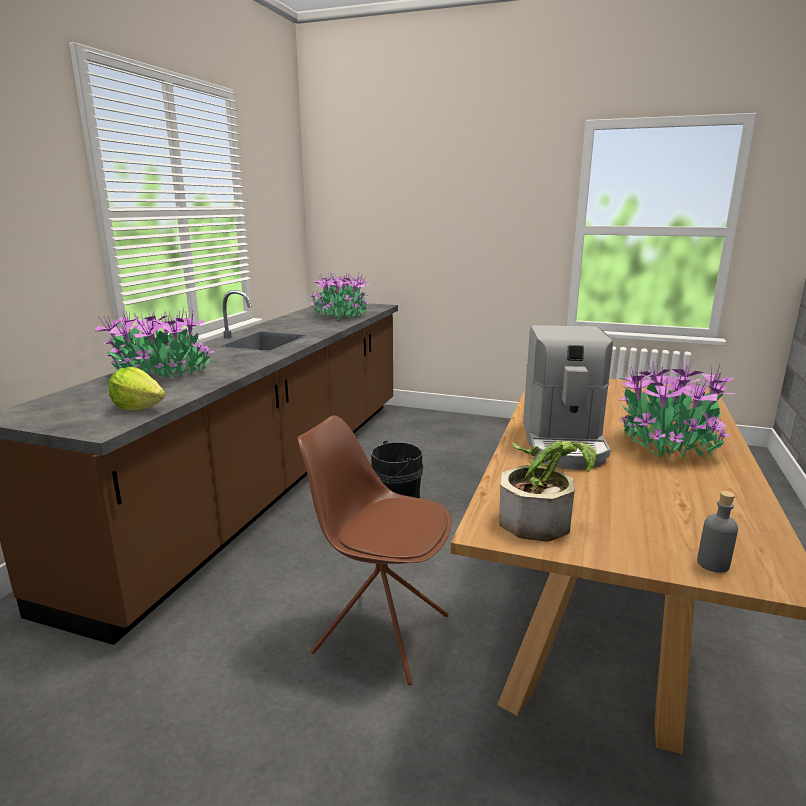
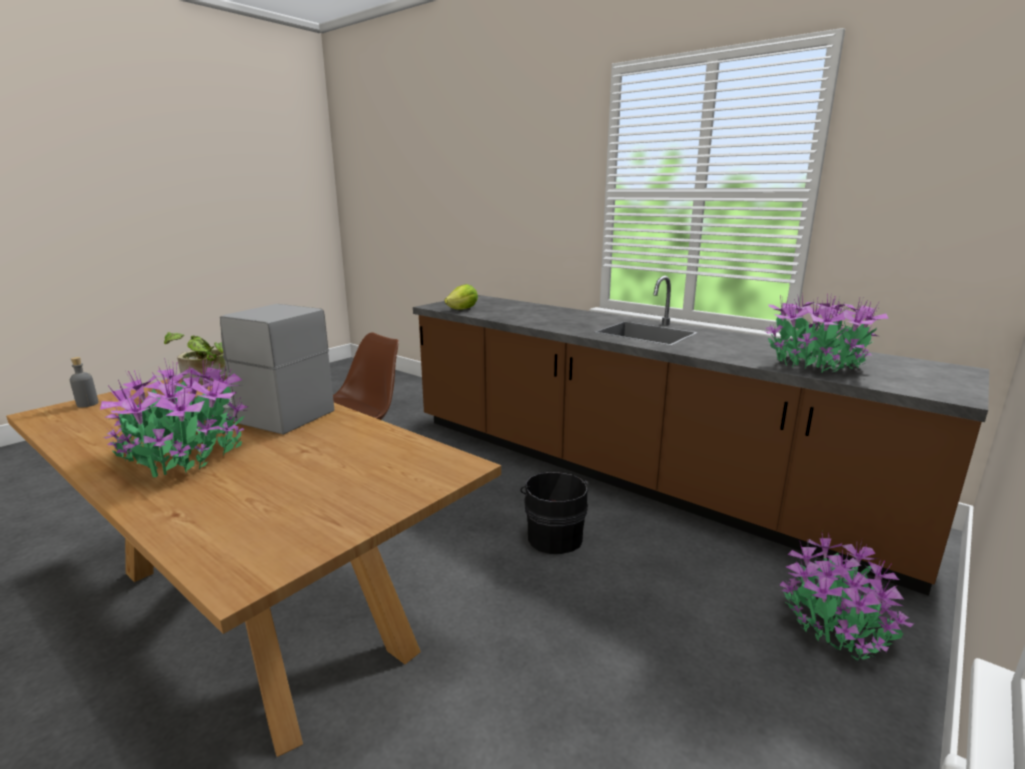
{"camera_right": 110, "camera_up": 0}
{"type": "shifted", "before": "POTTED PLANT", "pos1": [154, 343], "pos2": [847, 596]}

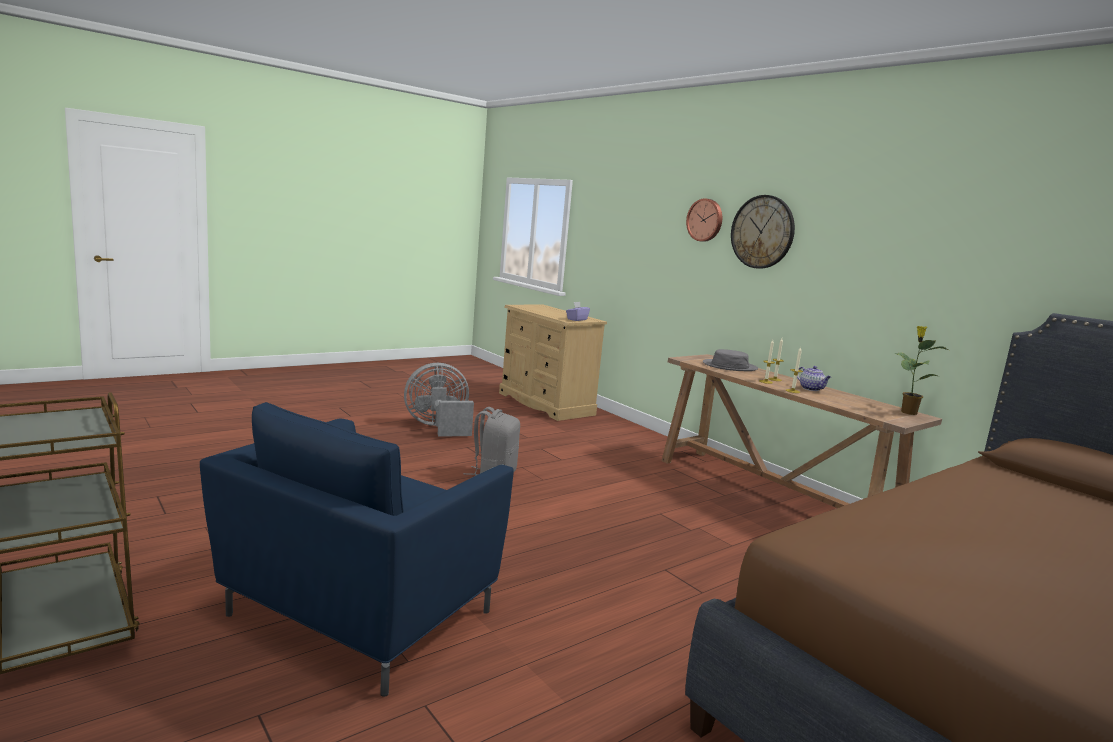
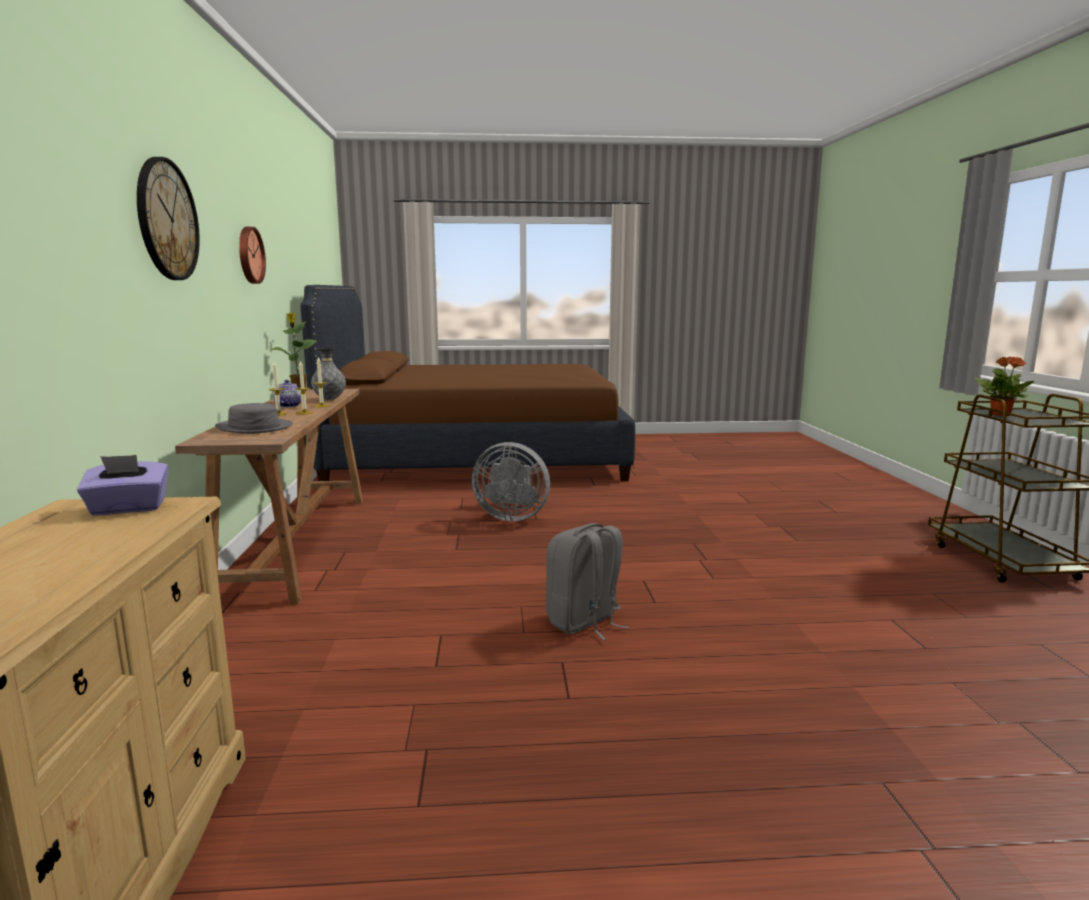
{"camera_right": -145, "camera_up": 0}
{"type": "gone", "before": "BLUISH LOUNGE CHAIR", "pos1": [357, 549]}
{"type": "shifted", "before": "GREYISH FAN", "pos1": [439, 400], "pos2": [511, 481]}
{"type": "shifted", "before": "WALL CLOCK", "pos1": [704, 220], "pos2": [252, 255]}
{"type": "new", "after": "GREYISH DECORATIVE VASE", "pos2": [328, 374]}
{"type": "new", "after": "POTTED PLANT", "pos2": [1004, 386]}

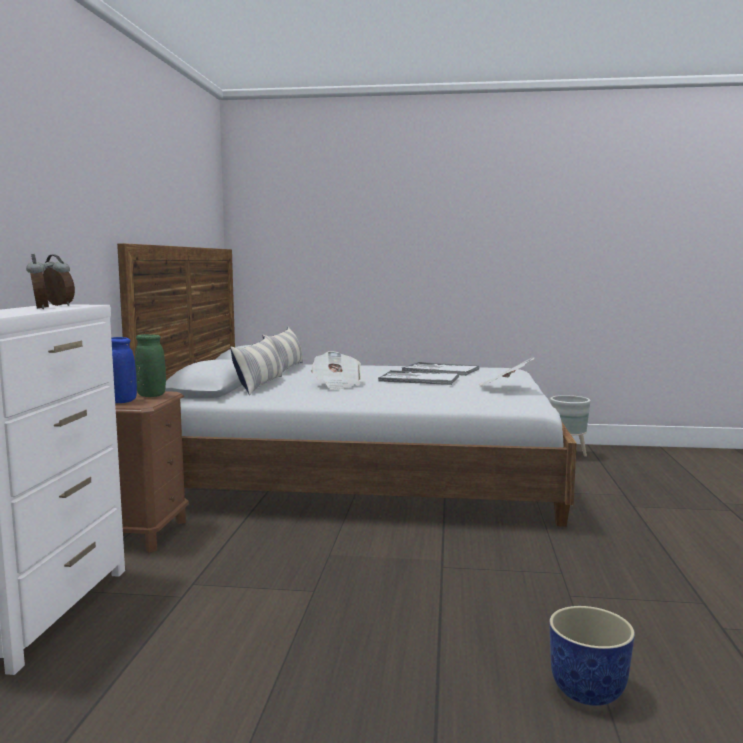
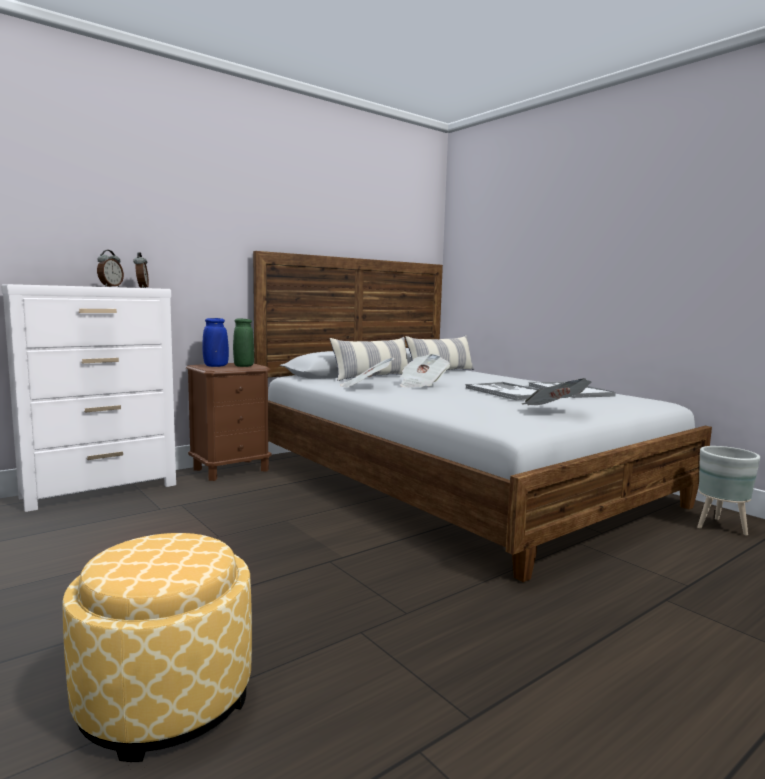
{"camera_right": 45, "camera_up": 0}
{"type": "swapped", "before": "FLOWER POT", "after": "POUFFE", "pos1": [592, 656], "pos2": [157, 647]}
{"type": "new", "after": "PRINTED PAPER", "pos2": [367, 372]}

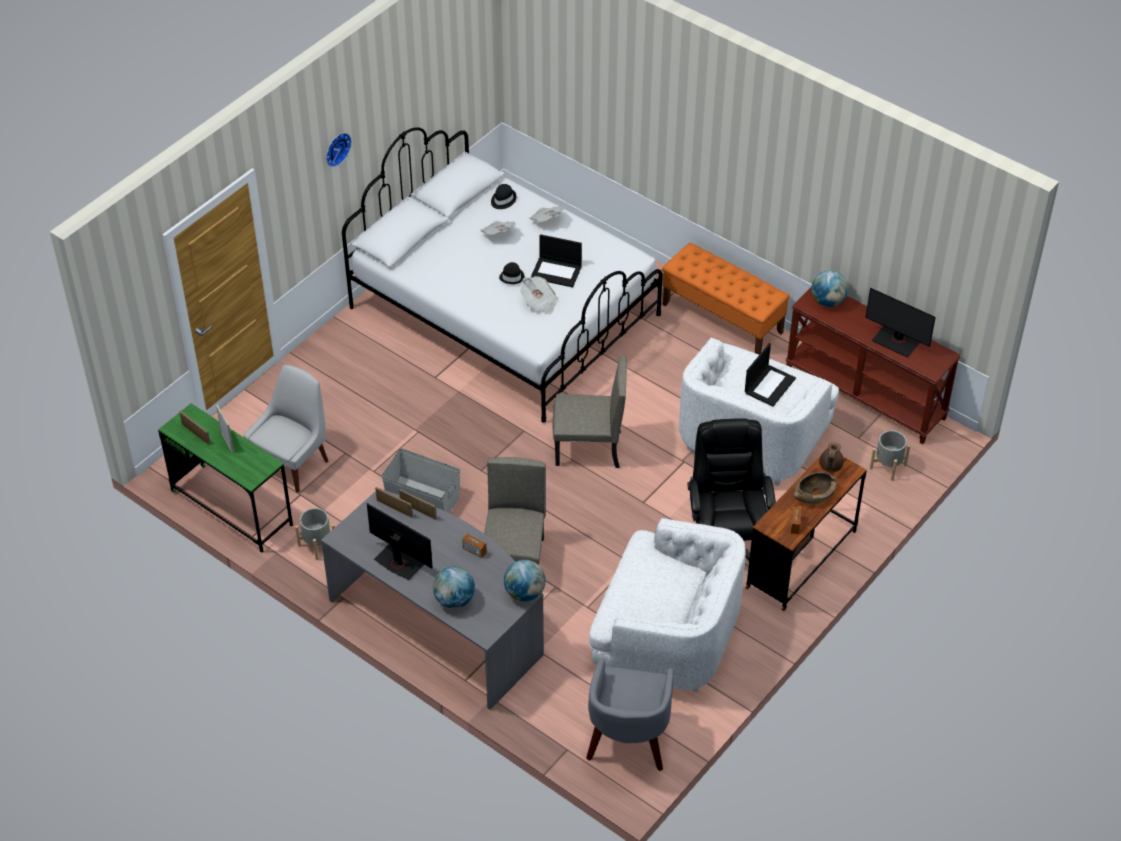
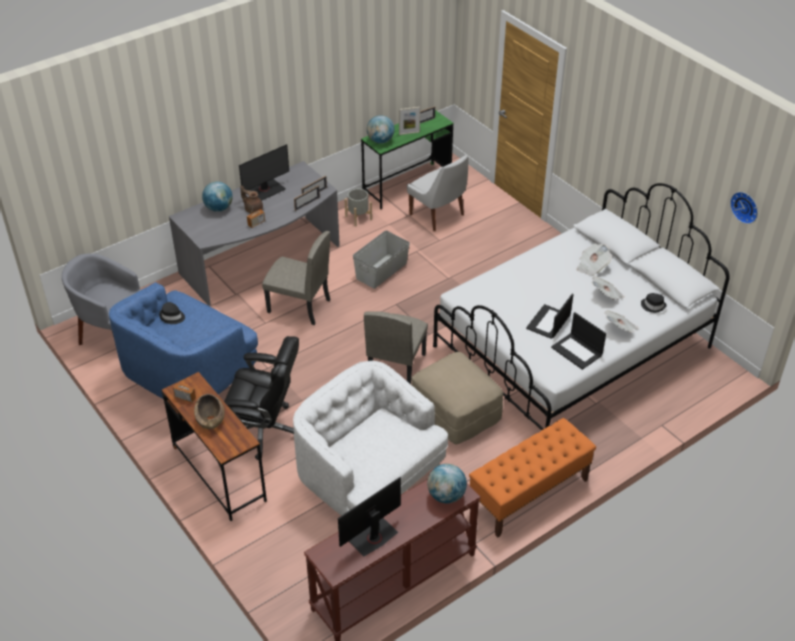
{"camera_right": 105, "camera_up": -5}
{"type": "shifted", "before": "WALL CLOCK", "pos1": [339, 150], "pos2": [744, 208]}
{"type": "shifted", "before": "BLACK CLOTHING HAT", "pos1": [511, 273], "pos2": [172, 313]}
{"type": "shifted", "before": "DESK GLOBE", "pos1": [525, 581], "pos2": [381, 129]}
{"type": "shifted", "before": "PRINTED PAPER", "pos1": [539, 295], "pos2": [594, 260]}
{"type": "repainted", "before": "WHITISH LOUNGE CHAIR", "after": "BLUISH LOUNGE CHAIR", "pos1": [667, 605], "pos2": [183, 340]}
{"type": "shifted", "before": "PORTABLE COMPUTER", "pos1": [770, 374], "pos2": [578, 341]}
{"type": "shifted", "before": "BROWN TEA POT", "pos1": [831, 457], "pos2": [251, 199]}
{"type": "gone", "before": "GREYISH FLOWER POT", "pos1": [890, 455]}
{"type": "new", "after": "BEIGE POUFFE", "pos2": [457, 398]}

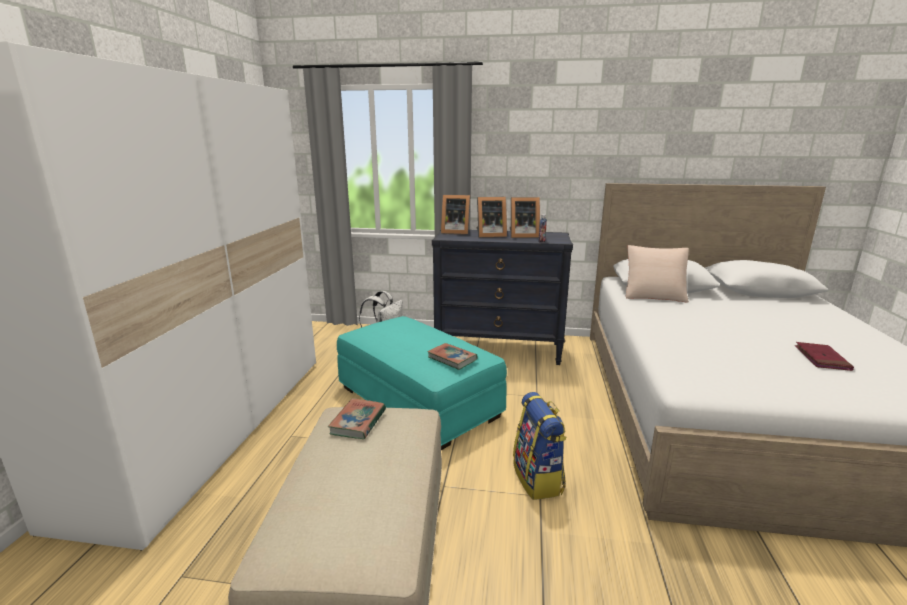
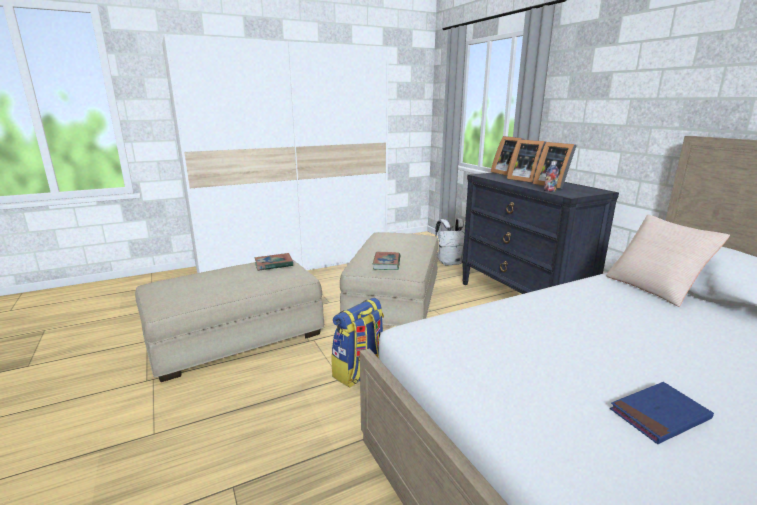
{"camera_right": 55, "camera_up": 0}
{"type": "repainted", "before": "TURQUOISE POUFFE", "after": "BEIGE POUFFE", "pos1": [422, 383], "pos2": [389, 279]}
{"type": "repainted", "before": "RED-COLOURED BOUND BOOK", "after": "BLUISH BOUND BOOK", "pos1": [824, 356], "pos2": [662, 413]}

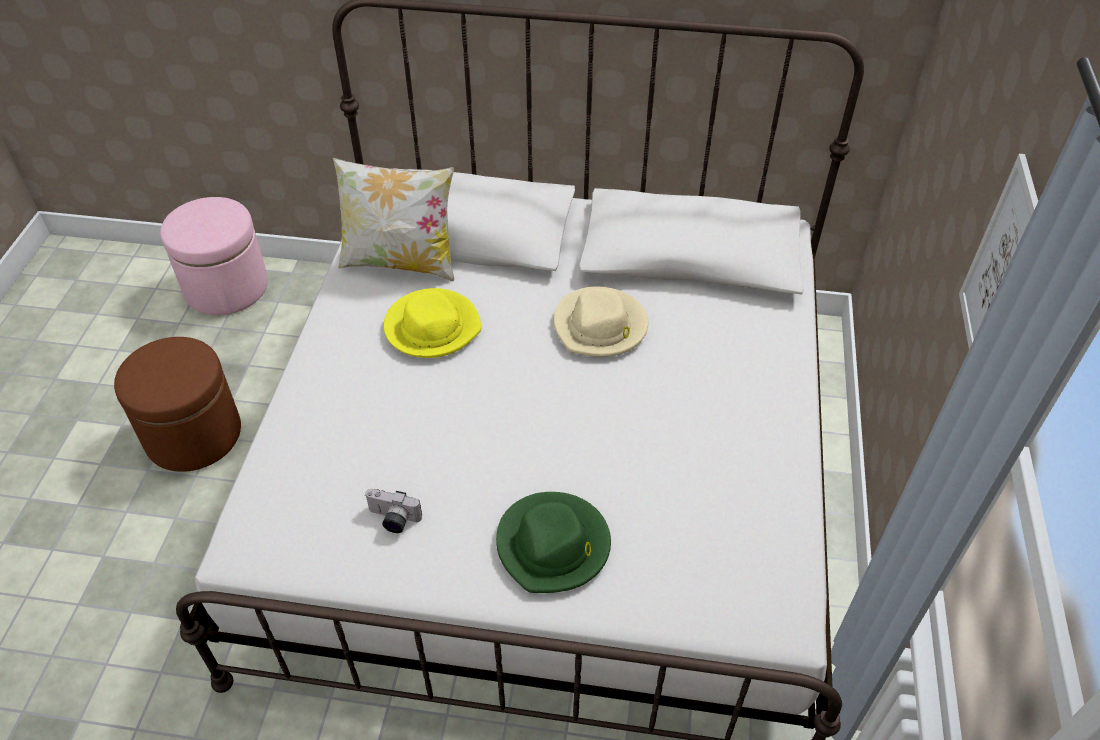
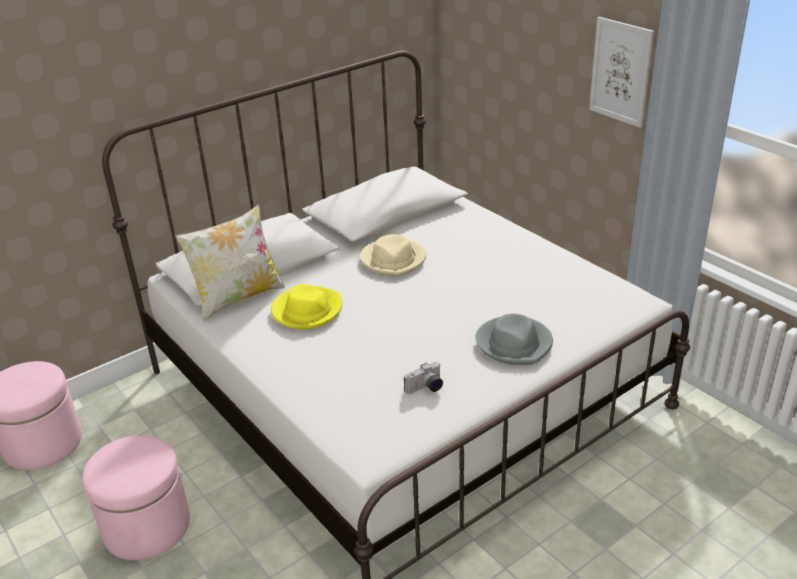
{"camera_right": -45, "camera_up": -15}
{"type": "repainted", "before": "BROWN POUFFE", "after": "PINK-COLOURED POUFFE", "pos1": [177, 404], "pos2": [136, 497]}
{"type": "repainted", "before": "GREEN-COLOURED CLOTHING HAT", "after": "GREYISH CLOTHING HAT", "pos1": [553, 542], "pos2": [514, 339]}

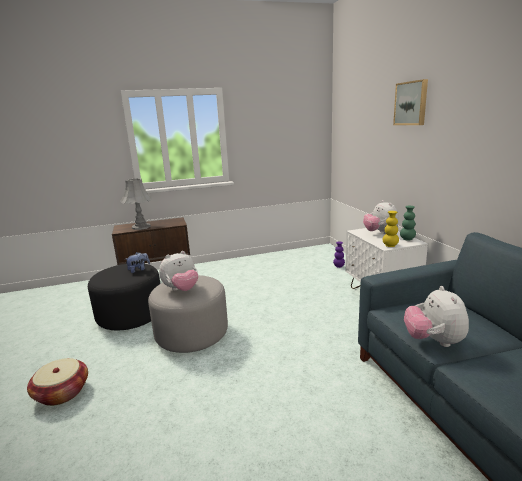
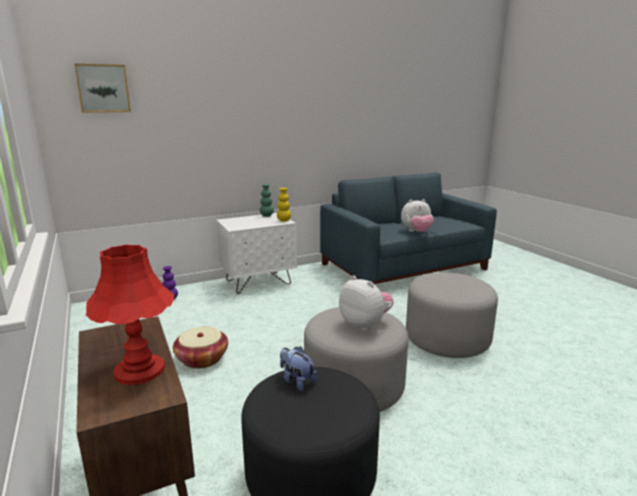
{"camera_right": -100, "camera_up": 0}
{"type": "shifted", "before": "HOUSEHOLD BASKET", "pos1": [57, 382], "pos2": [200, 348]}
{"type": "repainted", "before": "GREYISH TABLE LAMP", "after": "RED-COLOURED TABLE LAMP", "pos1": [136, 204], "pos2": [130, 314]}
{"type": "gone", "before": "SOFT TOY", "pos1": [381, 217]}
{"type": "shifted", "before": "PICTURE", "pos1": [410, 102], "pos2": [102, 88]}
{"type": "new", "after": "GREYISH POUFFE", "pos2": [452, 315]}

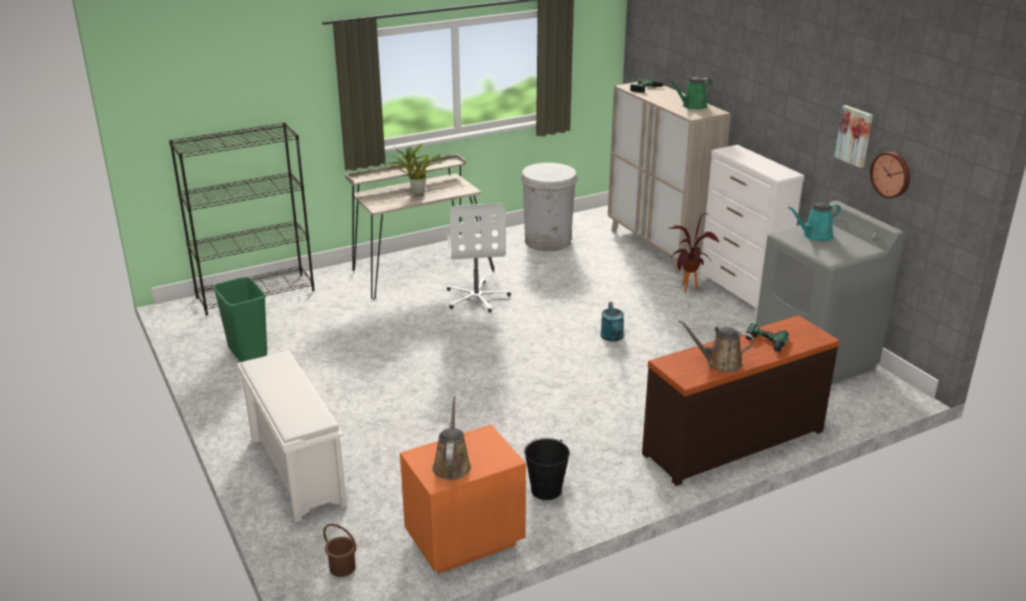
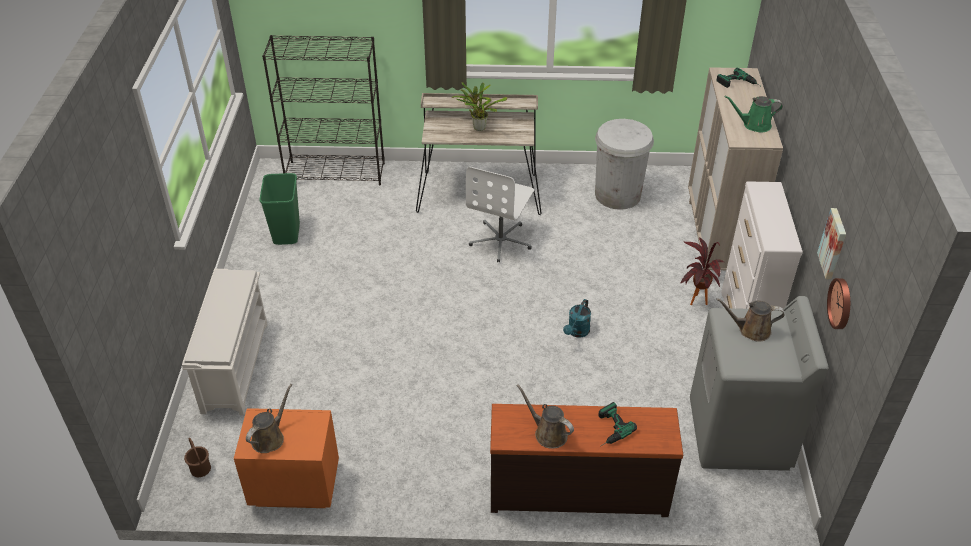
{"camera_right": 30, "camera_up": 15}
{"type": "gone", "before": "BLACK BUCKET", "pos1": [547, 469]}
{"type": "repainted", "before": "TURQUOISE WATERING POT", "after": "BROWN WATERING POT", "pos1": [814, 222], "pos2": [750, 320]}

